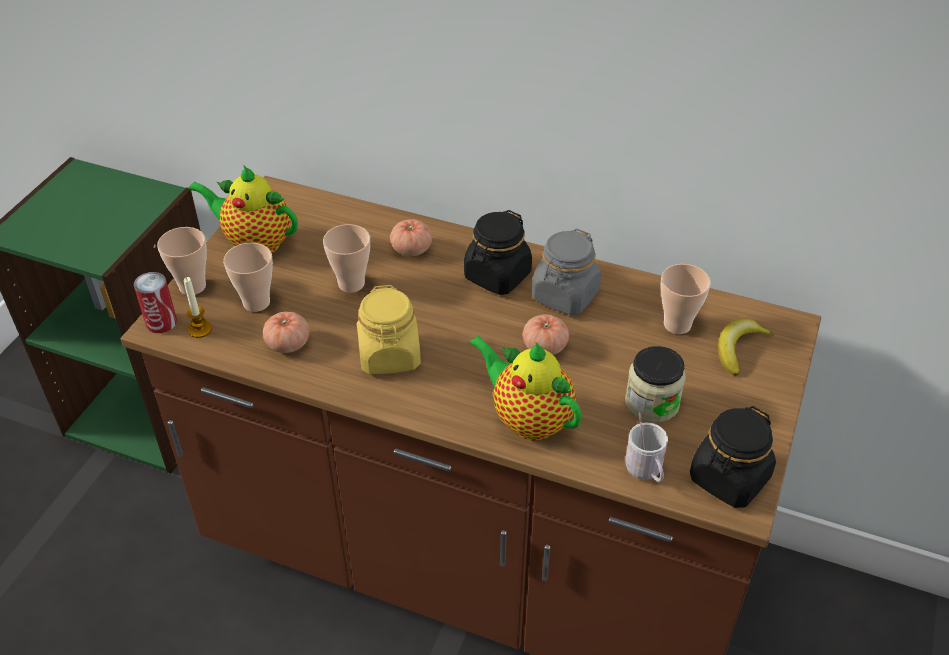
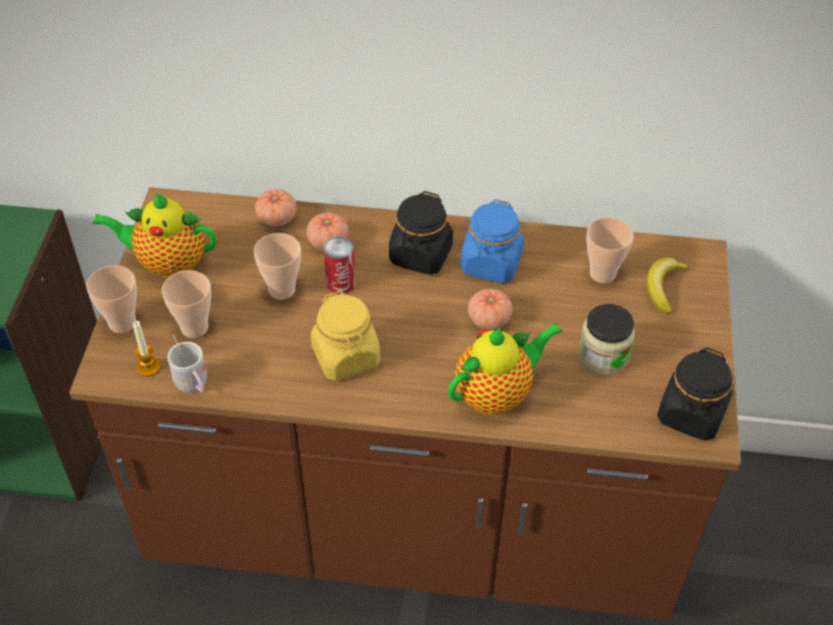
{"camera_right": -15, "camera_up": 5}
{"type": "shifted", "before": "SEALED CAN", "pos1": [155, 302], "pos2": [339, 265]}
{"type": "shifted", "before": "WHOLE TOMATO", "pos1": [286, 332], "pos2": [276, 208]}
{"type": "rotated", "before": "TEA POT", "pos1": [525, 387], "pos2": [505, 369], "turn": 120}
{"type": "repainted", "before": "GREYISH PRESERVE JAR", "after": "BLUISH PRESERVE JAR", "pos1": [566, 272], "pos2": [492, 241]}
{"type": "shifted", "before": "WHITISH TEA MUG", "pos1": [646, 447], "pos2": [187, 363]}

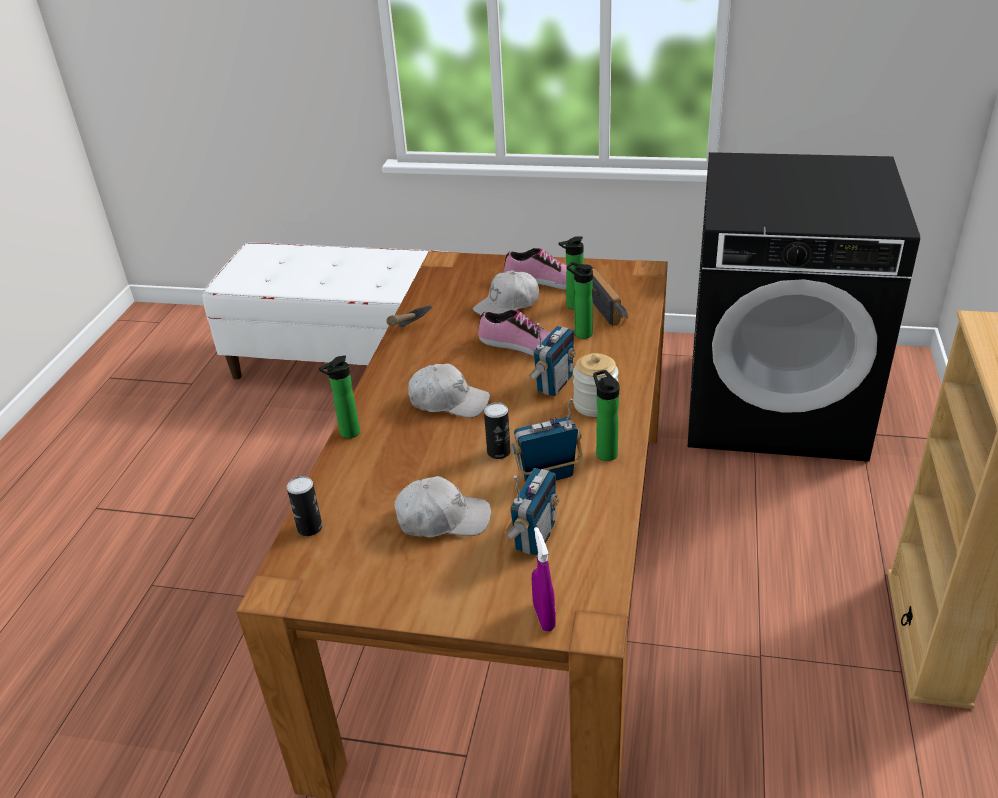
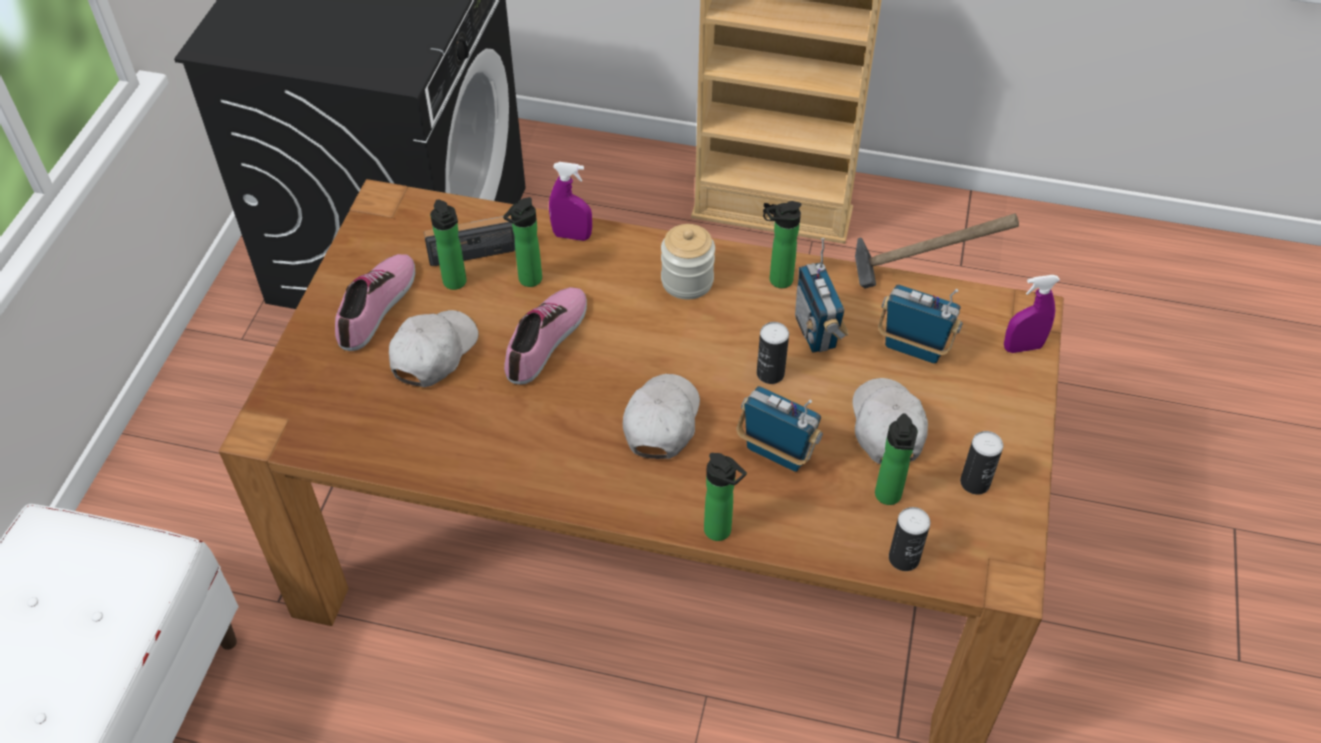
{"camera_right": -90, "camera_up": 15}
{"type": "shifted", "before": "HAND HAMMER", "pos1": [409, 316], "pos2": [937, 251]}
{"type": "rotated", "before": "WHITISH PEAKED CAP", "pos1": [505, 292], "pos2": [434, 348], "turn": -120}
{"type": "shifted", "before": "RADIO SET", "pos1": [552, 359], "pos2": [779, 429]}
{"type": "new", "after": "PURPLE SPRAY BOTTLE", "pos2": [570, 201]}
{"type": "new", "after": "BOTTLE", "pos2": [896, 459]}
{"type": "new", "after": "SEALED CAN", "pos2": [981, 463]}

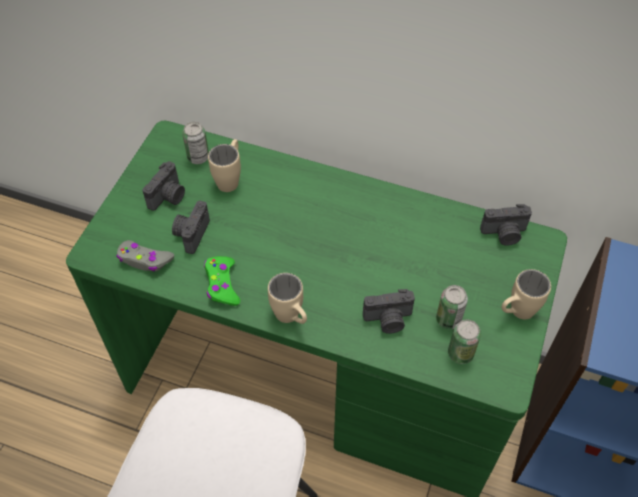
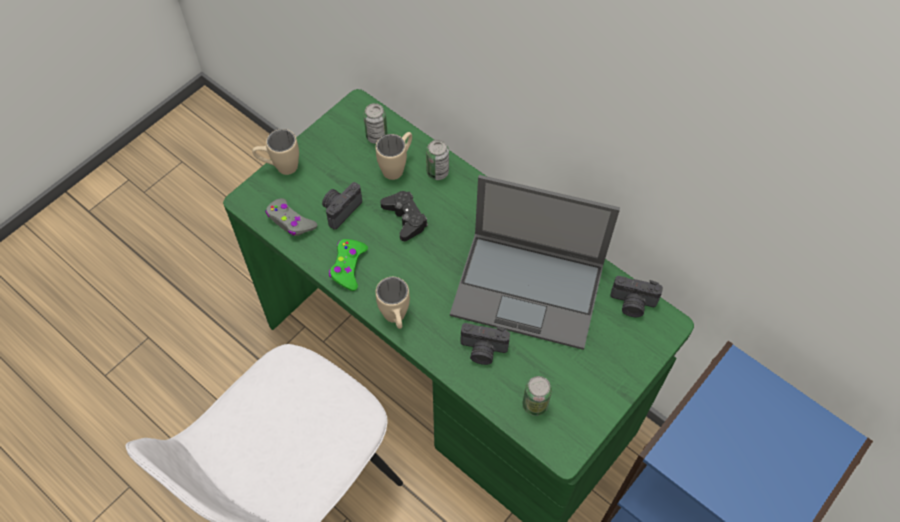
{"camera_right": 20, "camera_up": 5}
{"type": "gone", "before": "PHOTO CAMERA", "pos1": [164, 186]}
{"type": "shifted", "before": "SEALED CAN", "pos1": [452, 307], "pos2": [437, 160]}
{"type": "shifted", "before": "BEIGE TEA MUG", "pos1": [526, 294], "pos2": [275, 152]}
{"type": "new", "after": "BLACK GAMEPAD", "pos2": [404, 216]}
{"type": "new", "after": "PORTABLE COMPUTER", "pos2": [535, 262]}

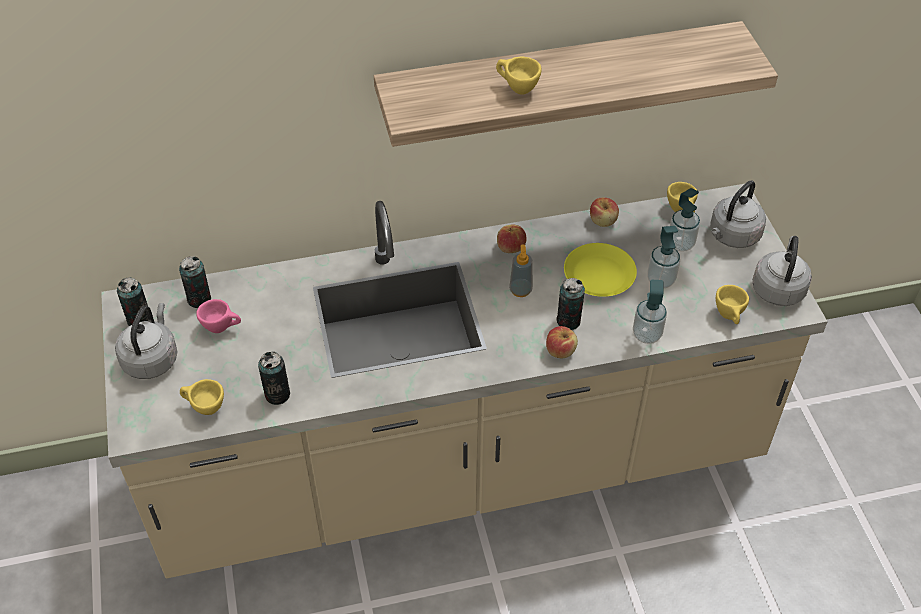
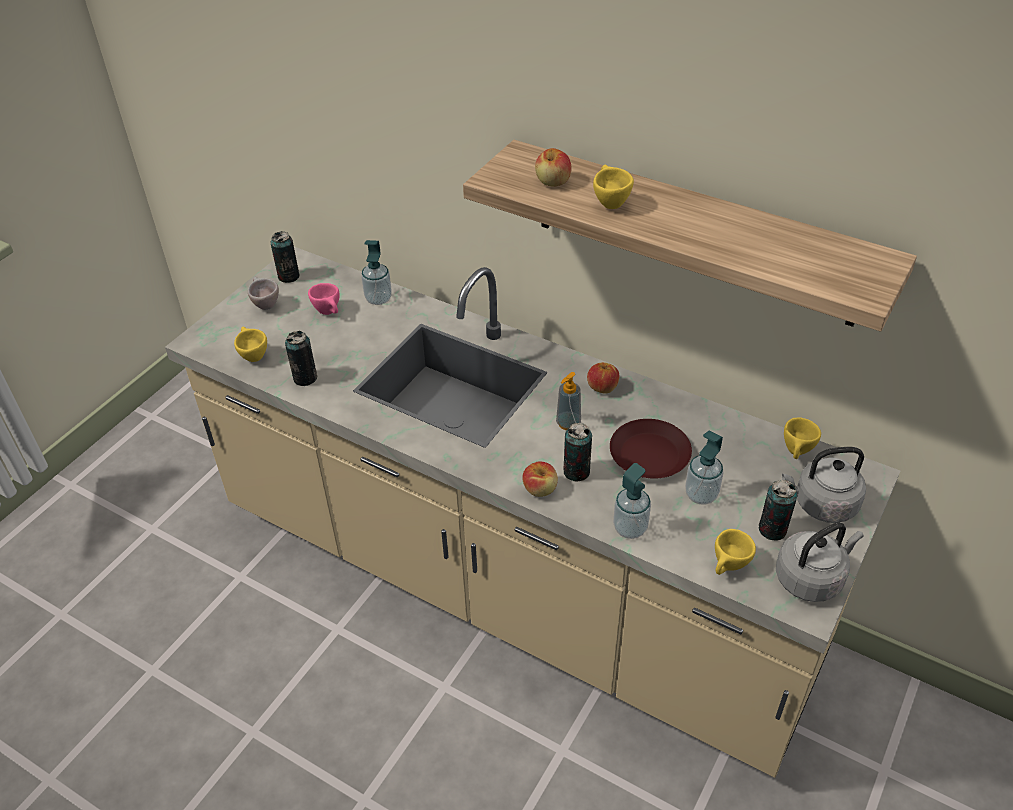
{"camera_right": 45, "camera_up": -5}
{"type": "swapped", "before": "GREYISH WATER KETTLE", "after": "BEIGE SMALL CUP", "pos1": [146, 341], "pos2": [263, 293]}
{"type": "shifted", "before": "SEALED CAN", "pos1": [195, 282], "pos2": [778, 510]}
{"type": "repainted", "before": "YELLOWISH DINNER PLATE", "after": "BROWN DINNER PLATE", "pos1": [600, 270], "pos2": [651, 449]}
{"type": "shifted", "before": "APPLE FRUIT", "pos1": [604, 212], "pos2": [553, 167]}
{"type": "shifted", "before": "SOAP DISPENSER", "pos1": [685, 220], "pos2": [376, 272]}

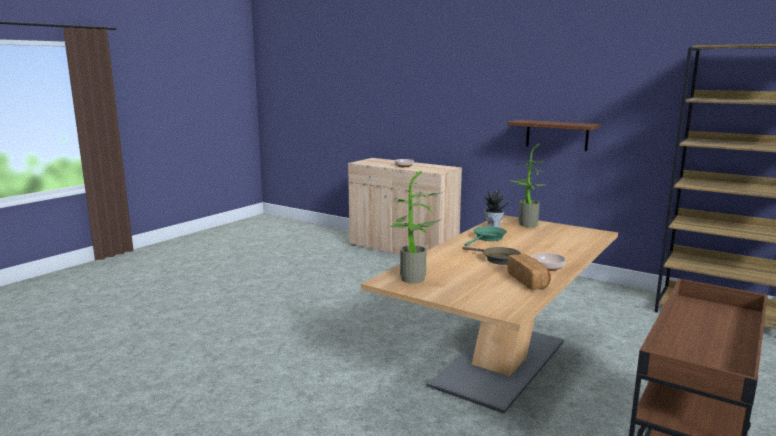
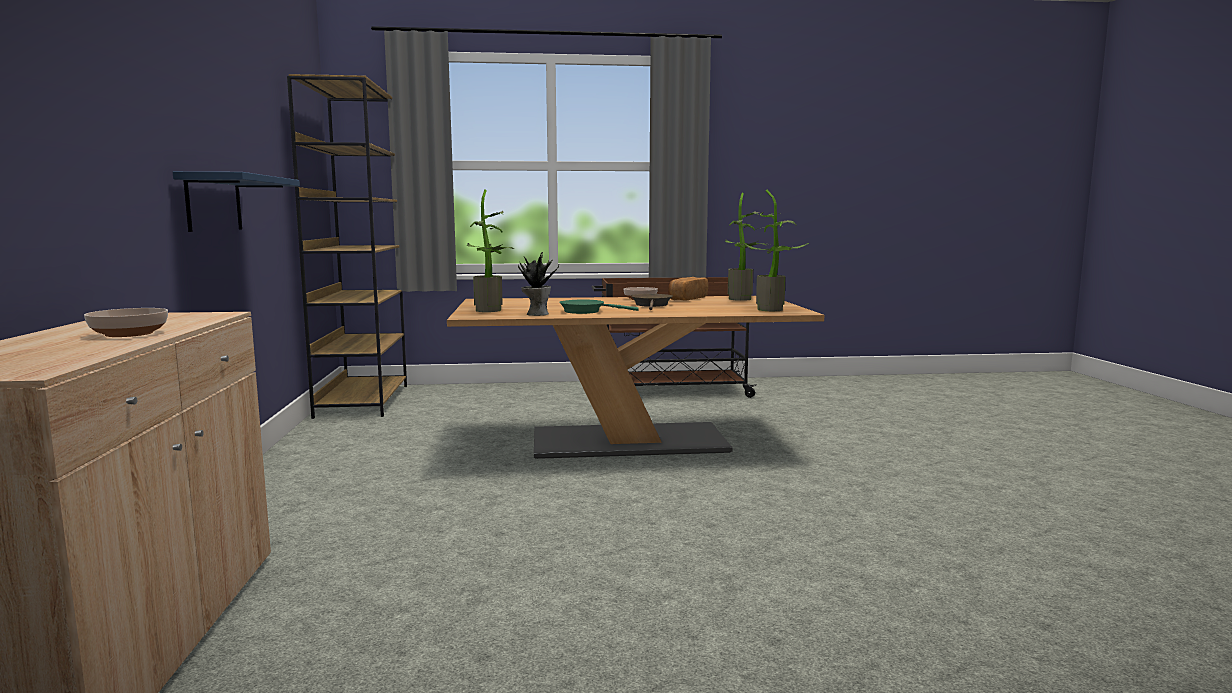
{"camera_right": -130, "camera_up": -5}
{"type": "repainted", "before": "BROWN BRACKET SHELF", "after": "BLUISH BRACKET SHELF", "pos1": [553, 135], "pos2": [236, 201]}
{"type": "new", "after": "POTTED PLANT", "pos2": [746, 246]}

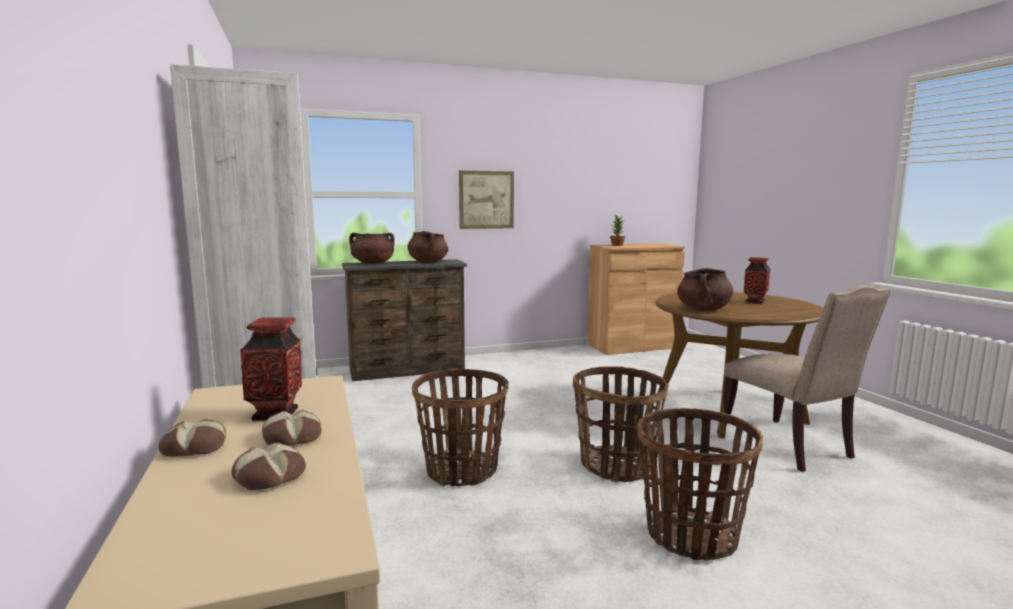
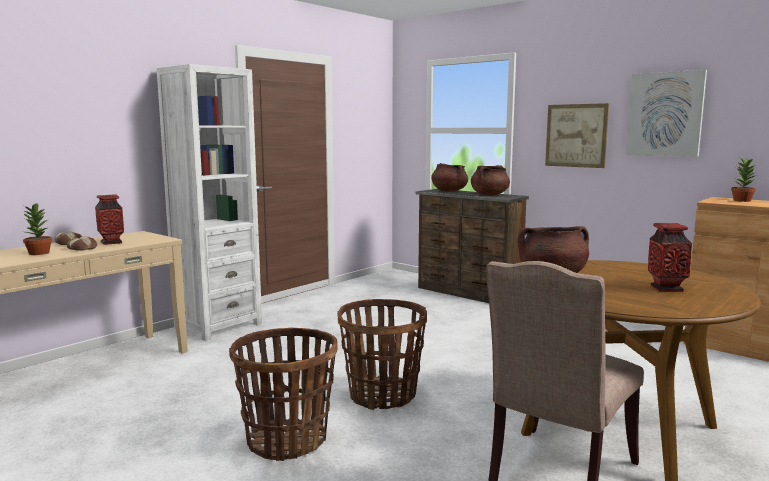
{"camera_right": 60, "camera_up": 0}
{"type": "swapped", "before": "BREAD", "after": "POTTED PLANT", "pos1": [269, 466], "pos2": [37, 229]}
{"type": "gone", "before": "HOUSEHOLD BASKET", "pos1": [460, 427]}
{"type": "new", "after": "PICTURE", "pos2": [666, 113]}

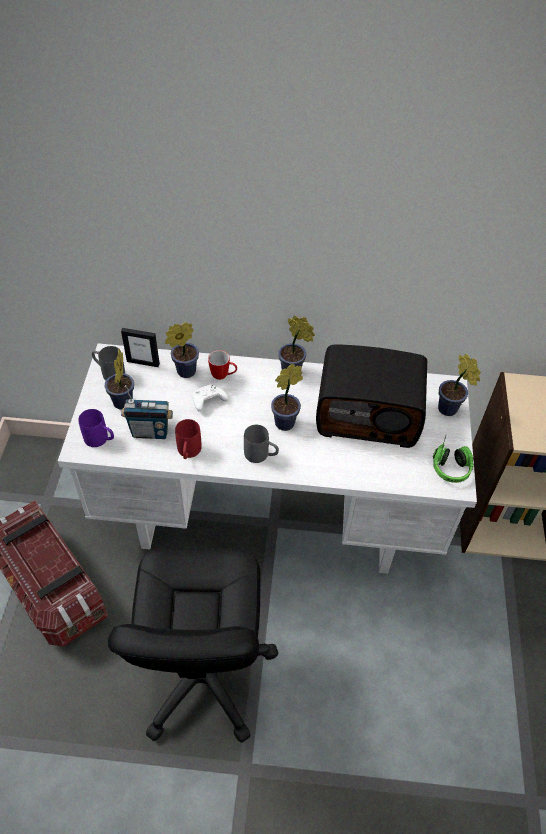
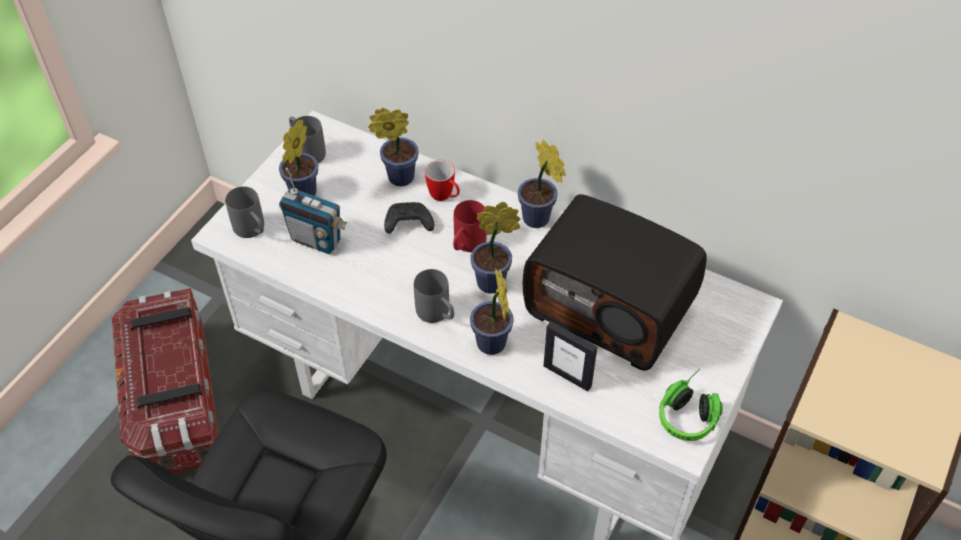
{"camera_right": 25, "camera_up": 0}
{"type": "repainted", "before": "PURPLE TEA MUG", "after": "GREYISH TEA MUG", "pos1": [96, 428], "pos2": [244, 212]}
{"type": "shifted", "before": "PHOTO FRAME", "pos1": [140, 347], "pos2": [570, 356]}
{"type": "shifted", "before": "RED-COLOURED TEA MUG", "pos1": [188, 439], "pos2": [470, 226]}
{"type": "repainted", "before": "WHITISH GAMEPAD", "after": "BLACK GAMEPAD", "pos1": [211, 398], "pos2": [409, 218]}
{"type": "shifted", "before": "POTTED PLANT", "pos1": [459, 385], "pos2": [492, 311]}

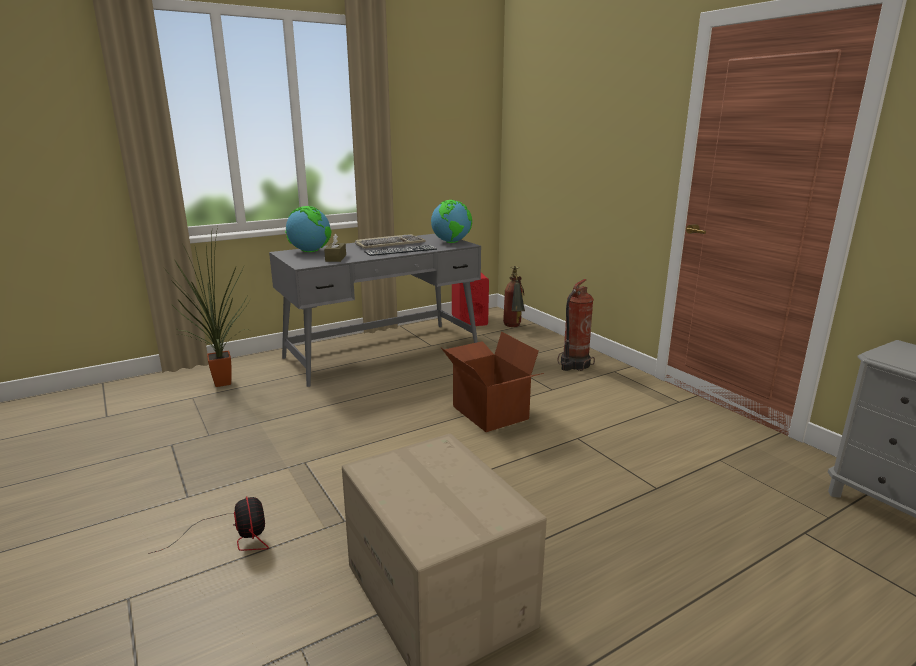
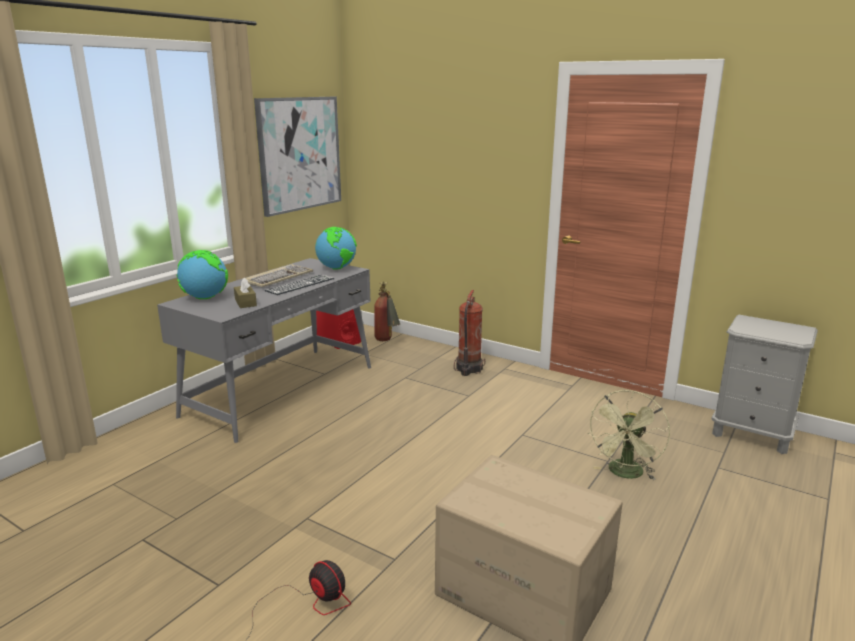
{"camera_right": -25, "camera_up": 0}
{"type": "gone", "before": "POTTED PLANT", "pos1": [207, 307]}
{"type": "gone", "before": "CARTON", "pos1": [492, 382]}
{"type": "new", "after": "PICTURE", "pos2": [297, 157]}
{"type": "new", "after": "GREEN-COLOURED FAN", "pos2": [629, 435]}

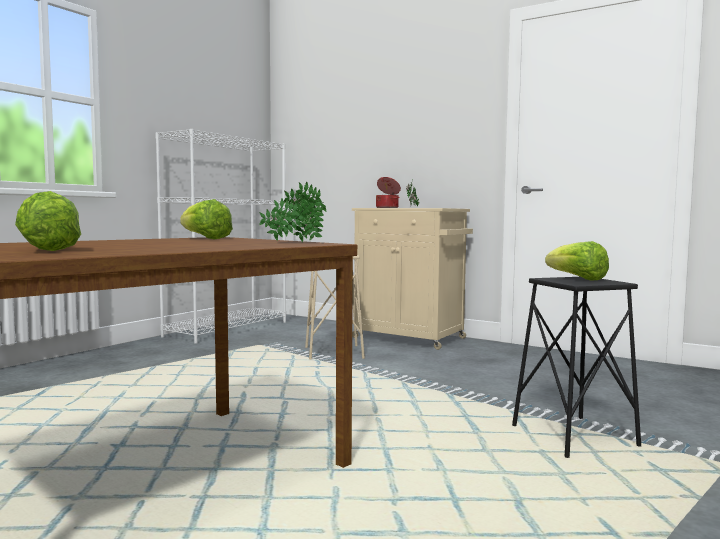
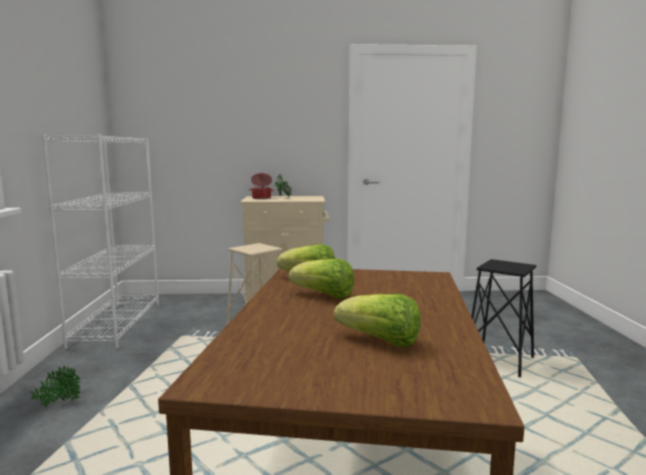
{"camera_right": -35, "camera_up": 5}
{"type": "shifted", "before": "POTTED PLANT", "pos1": [292, 212], "pos2": [55, 386]}
{"type": "shifted", "before": "HEAD OF LETTUCE", "pos1": [577, 260], "pos2": [321, 278]}

